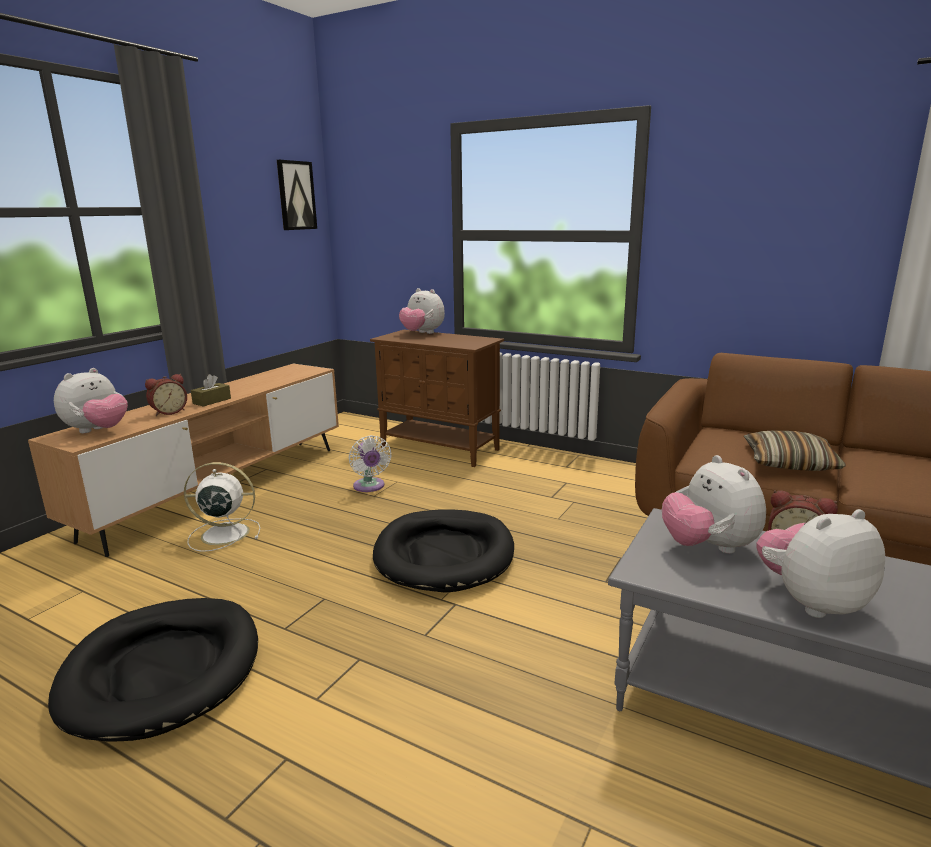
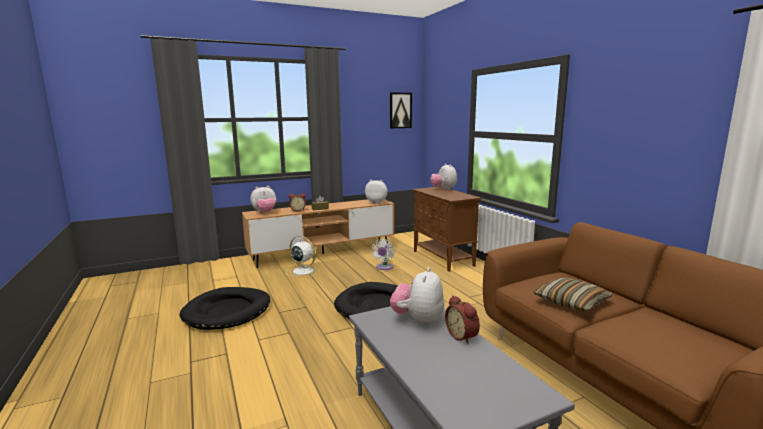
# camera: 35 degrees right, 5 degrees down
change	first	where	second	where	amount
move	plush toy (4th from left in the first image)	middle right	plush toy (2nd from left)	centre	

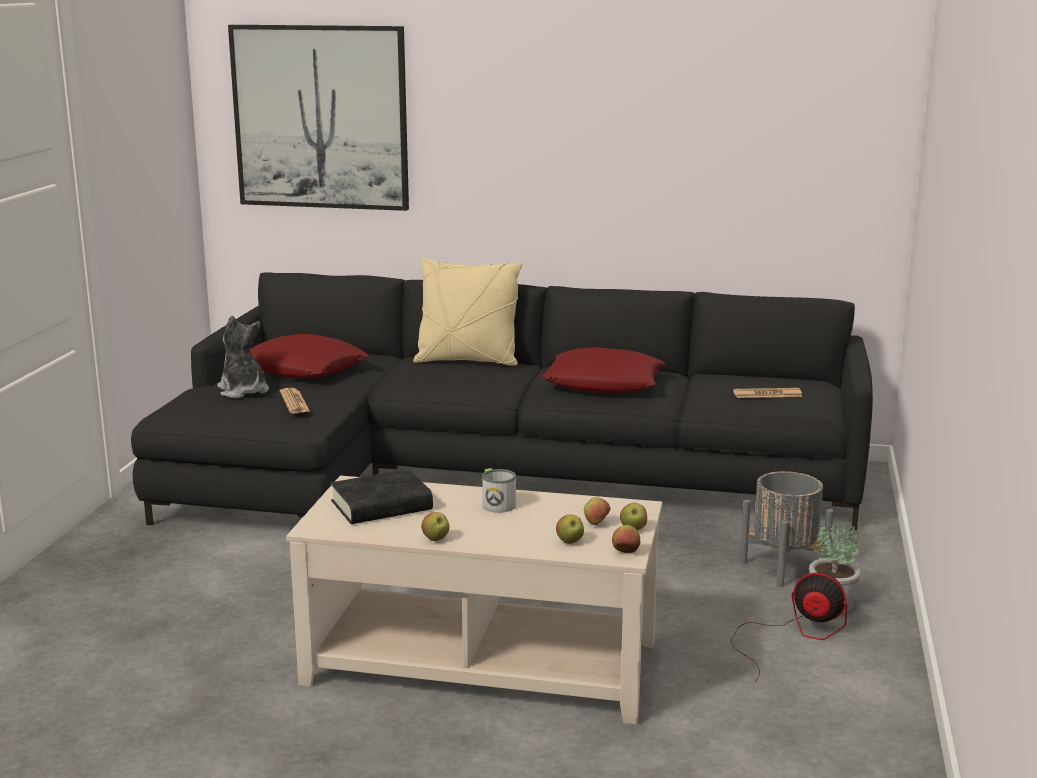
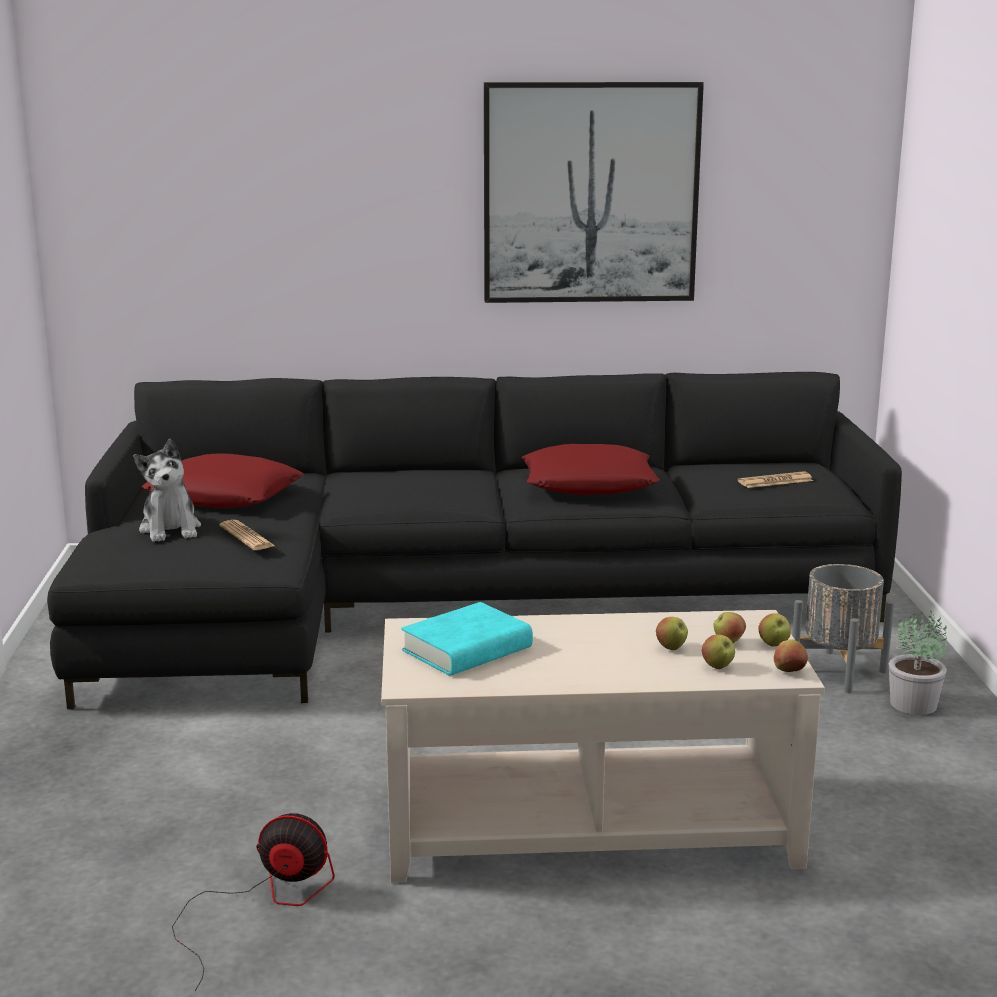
# camera: 15 degrees left, 0 degrees up
change	first	where	second	where	amount
move	picture	top left		top centre	
delete	beige-coloured pillow	centre			
rotate	plush toy	middle left		middle left	150 degrees counterclockwise
delete	tea mug	centre			
recolor	blackish book	centre	turquoise-coloured book	centre	
move	apple fruit (1st from left)	bottom centre		middle right	
move	electric fan	bottom right		bottom left	

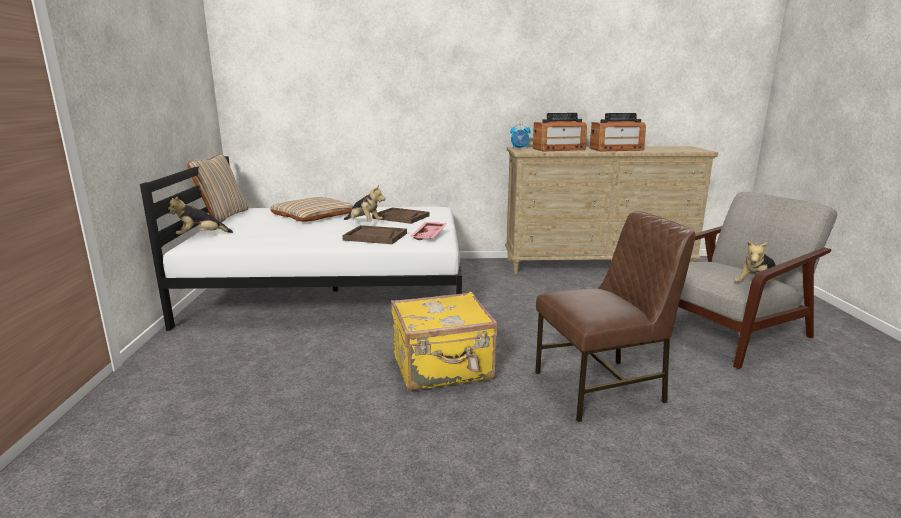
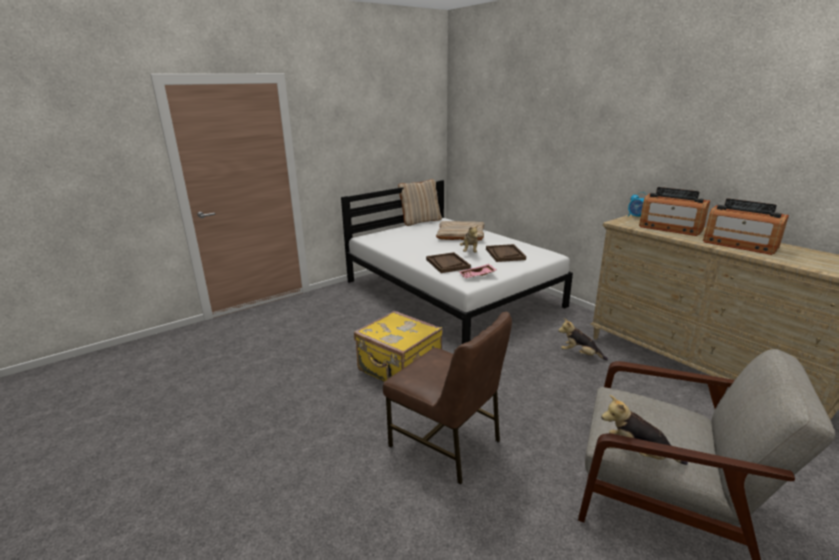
# camera: 55 degrees right, 5 degrees up
change	first	where	second	where	amount
move	plush toy (1st from left in the first image)	middle left	plush toy (2nd from left)	middle right	

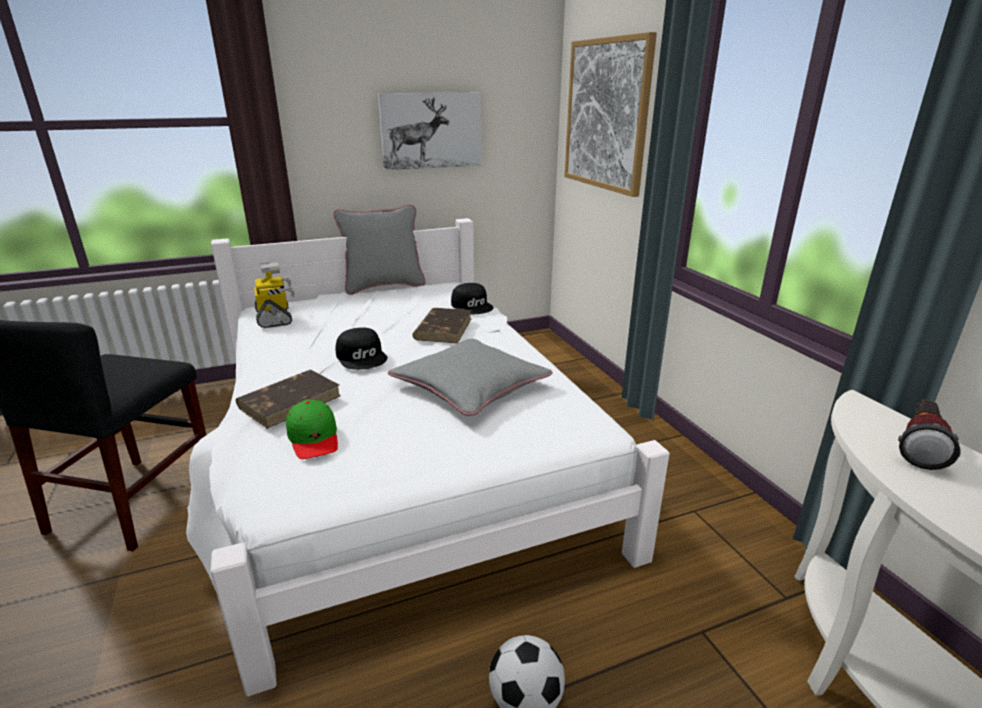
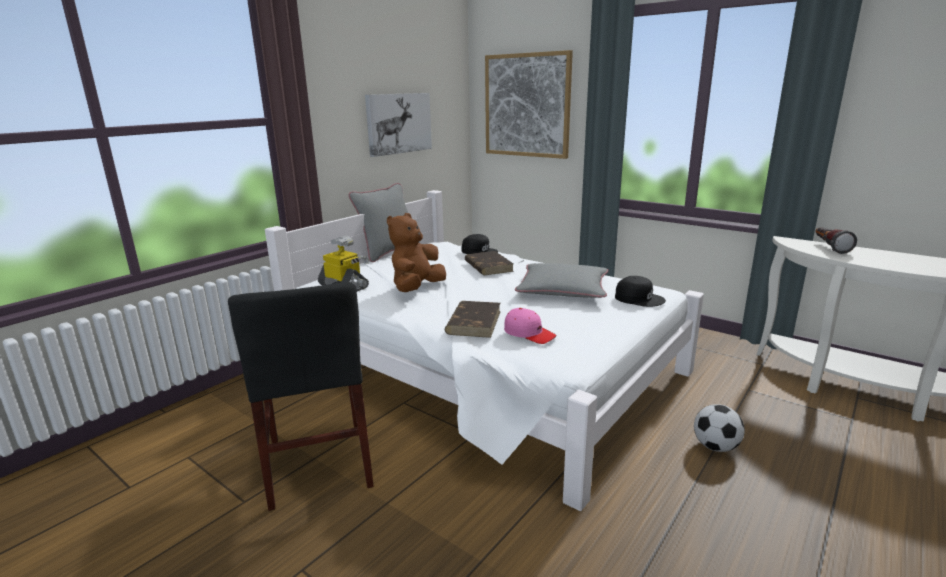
# camera: 30 degrees left, 5 degrees down
change	first	where	second	where	amount
move	blackish peaked cap (1st from left in the first image)	centre	blackish peaked cap (2nd from left)	middle right	
recolor	greenish peaked cap	middle left	pink peaked cap	centre	
insert			brown plush toy	centre	

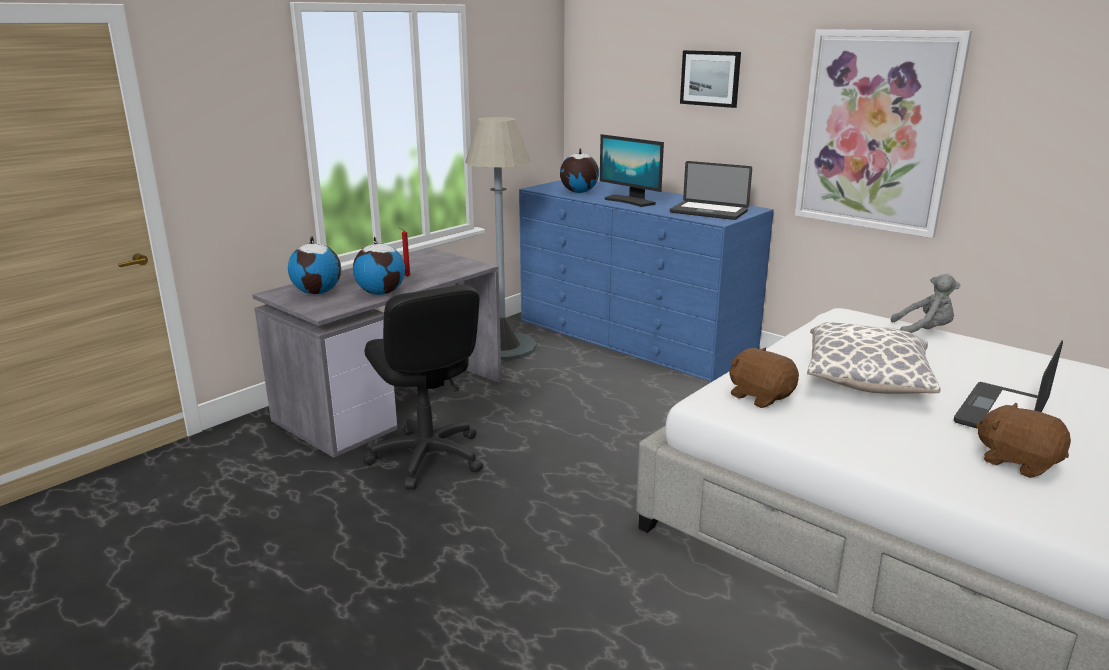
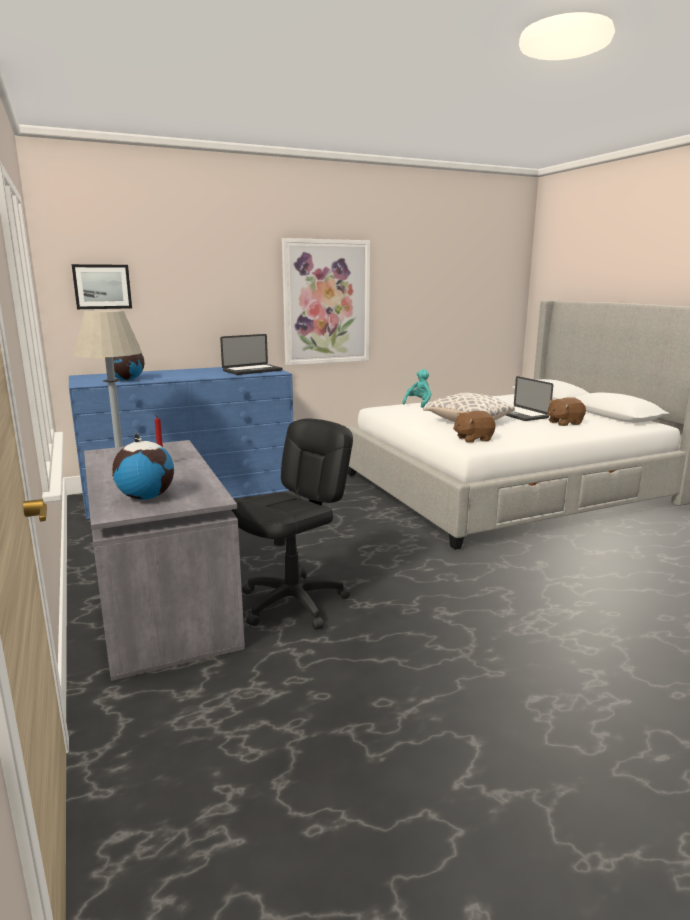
# camera: 65 degrees left, 5 degrees down
change	first	where	second	where	amount
move	picture (1st from left)	top centre		top left	
delete	computer display	top centre			
delete	desk globe (2nd from left)	centre			
recolor	gray plush toy	middle right	turquoise-coloured plush toy	centre	
rotate	blackish office chair	centre		centre	45 degrees counterclockwise

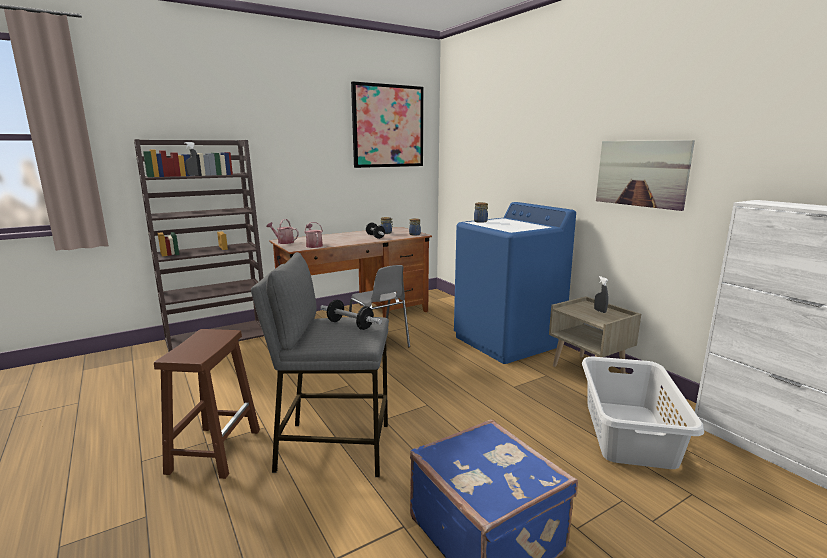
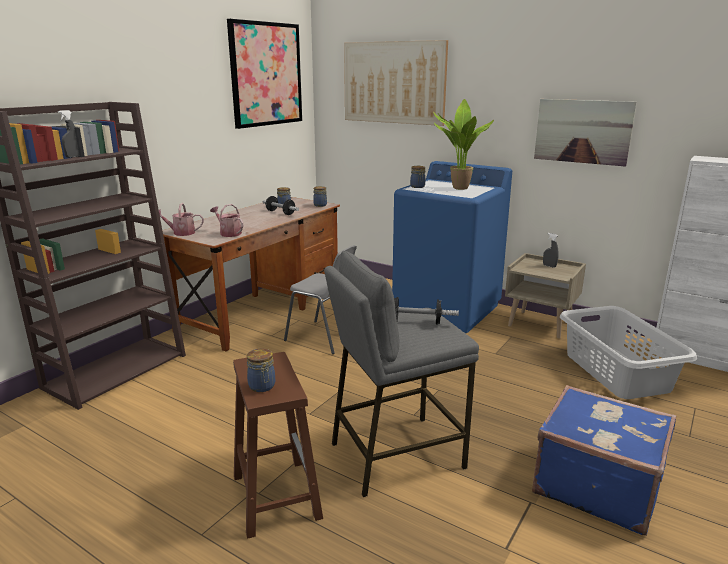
# camera: 25 degrees left, 5 degrees up
change	first	where	second	where	amount
insert			picture (2nd from left)	top centre	
insert			potted plant	top centre	
insert			jar (1st from left)	centre	

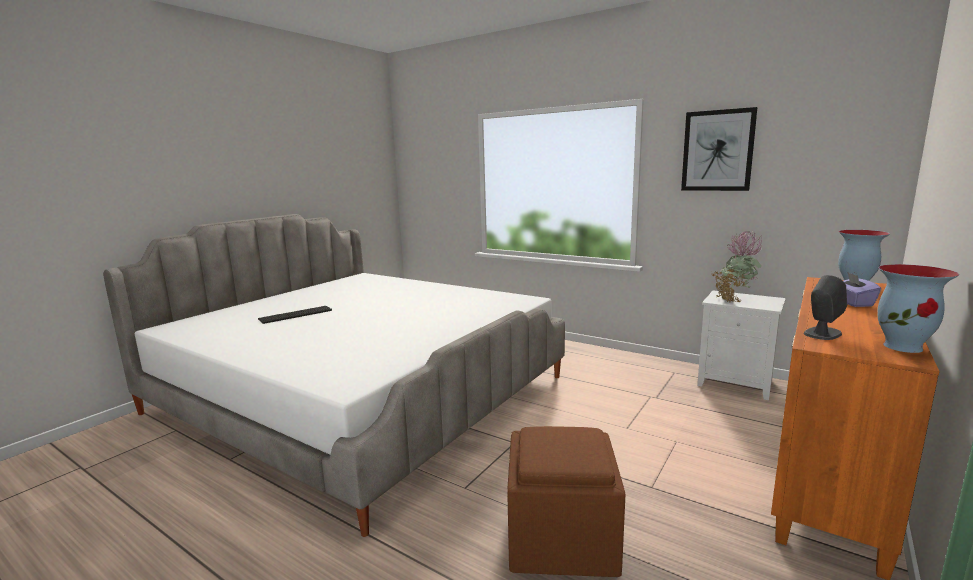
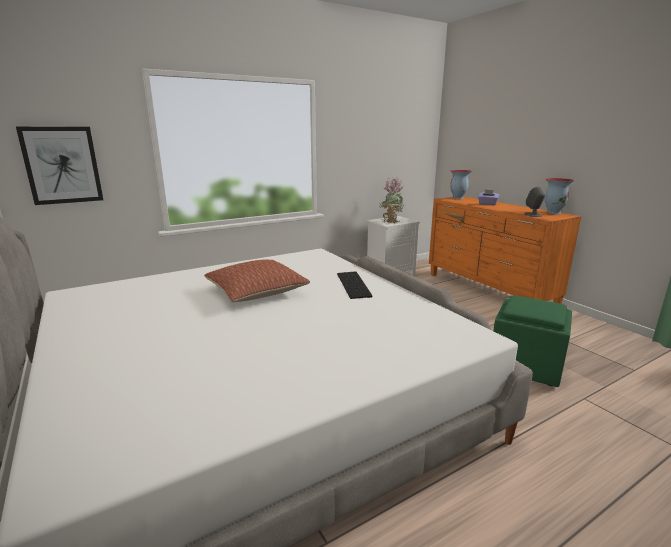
# camera: 65 degrees left, 5 degrees up
change	first	where	second	where	amount
move	picture	top right		top left	
move	PC keyboard	middle left		centre	
recolor	brown ottoman	bottom centre	greenish ottoman	middle right	
insert			pillow	centre	

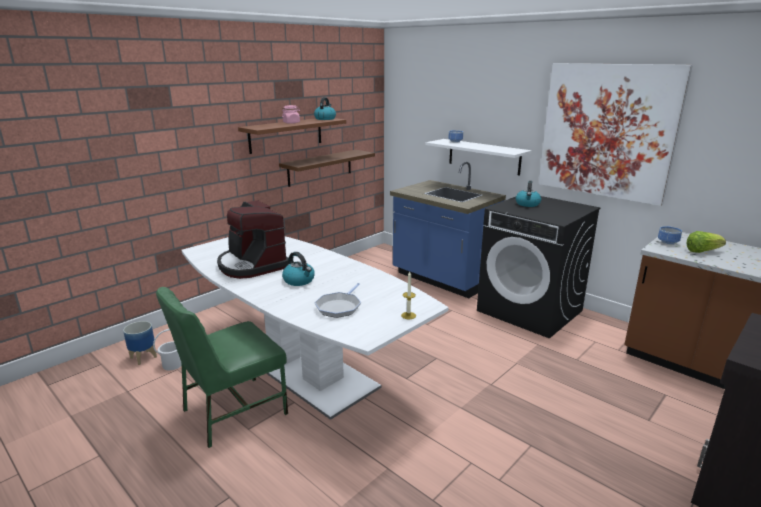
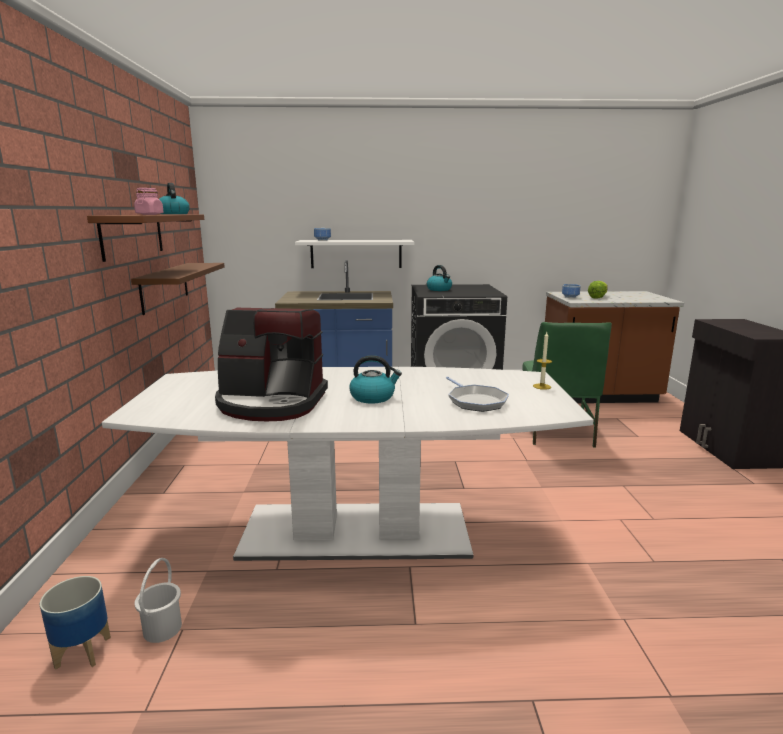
# camera: 45 degrees left, 5 degrees down
change	first	where	second	where	amount
delete	picture	top right			
move	greenish chair	bottom left		middle right	

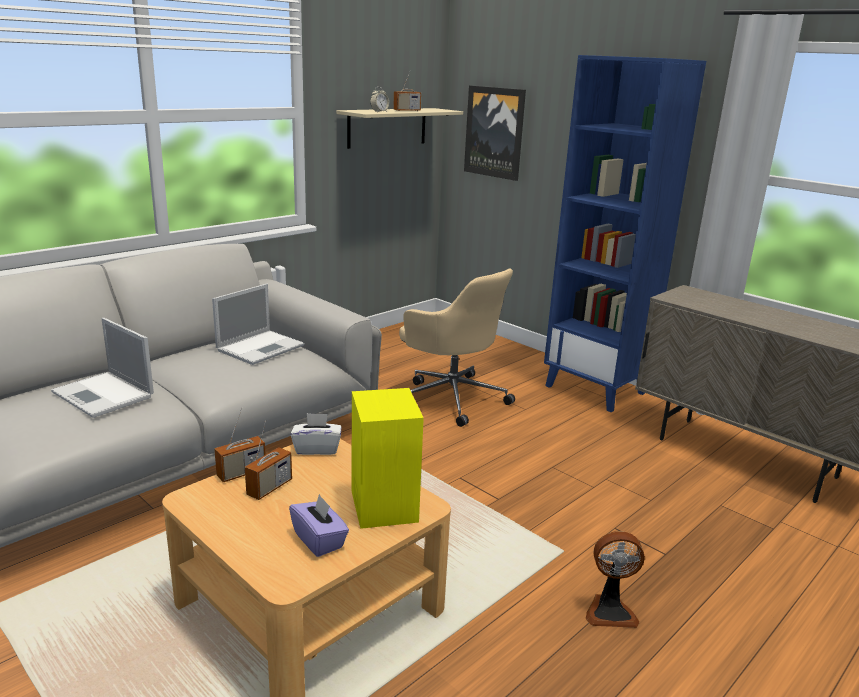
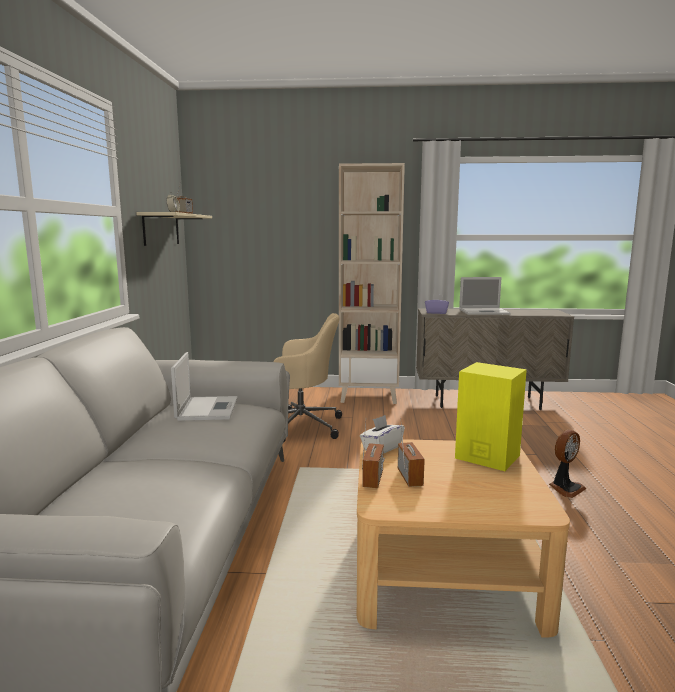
# camera: 40 degrees left, 10 degrees down
change	first	where	second	where	amount
recolor	blue-coloured shelving unit	middle right	beige-coloured shelving unit	centre	
delete	picture	top centre			
move	notebook computer (1st from left in the first image)	middle left	notebook computer (2nd from left)	middle right	
move	purple tissue box	bottom centre		centre	

